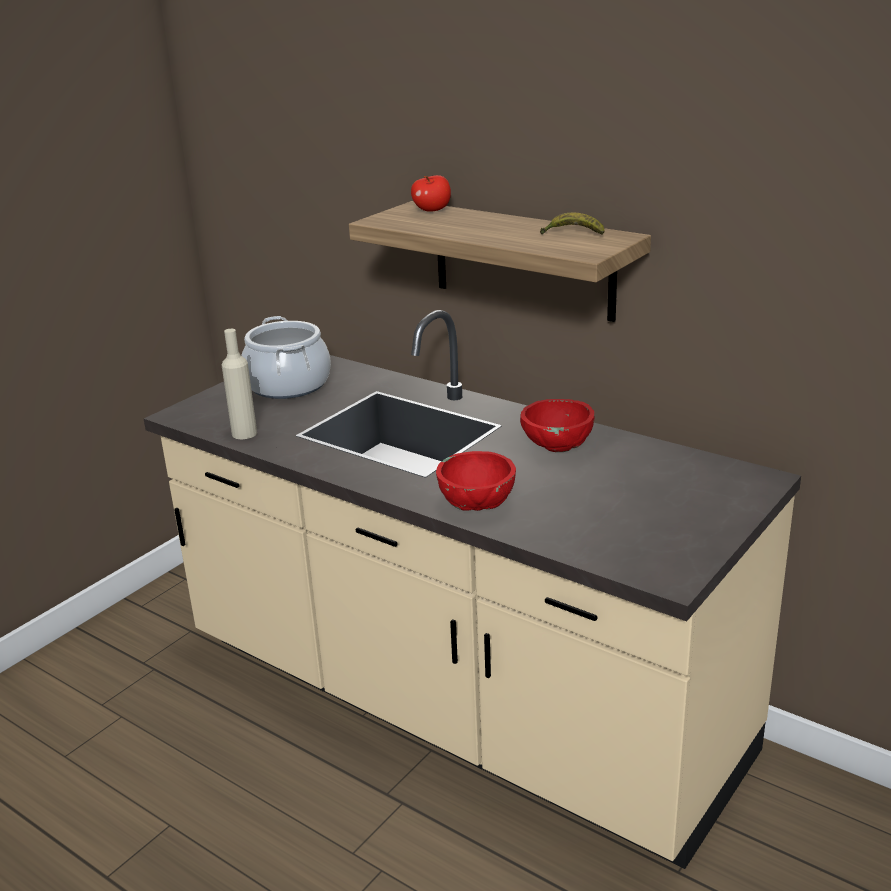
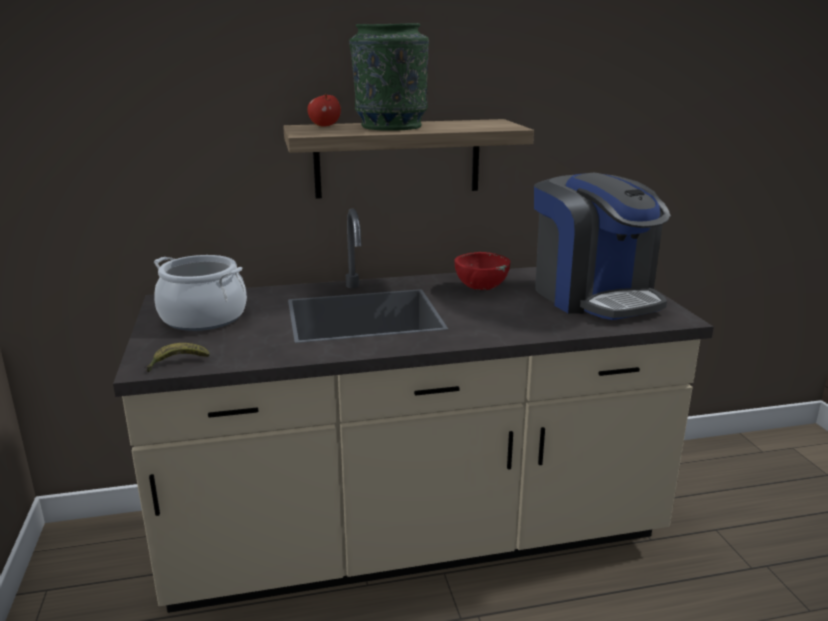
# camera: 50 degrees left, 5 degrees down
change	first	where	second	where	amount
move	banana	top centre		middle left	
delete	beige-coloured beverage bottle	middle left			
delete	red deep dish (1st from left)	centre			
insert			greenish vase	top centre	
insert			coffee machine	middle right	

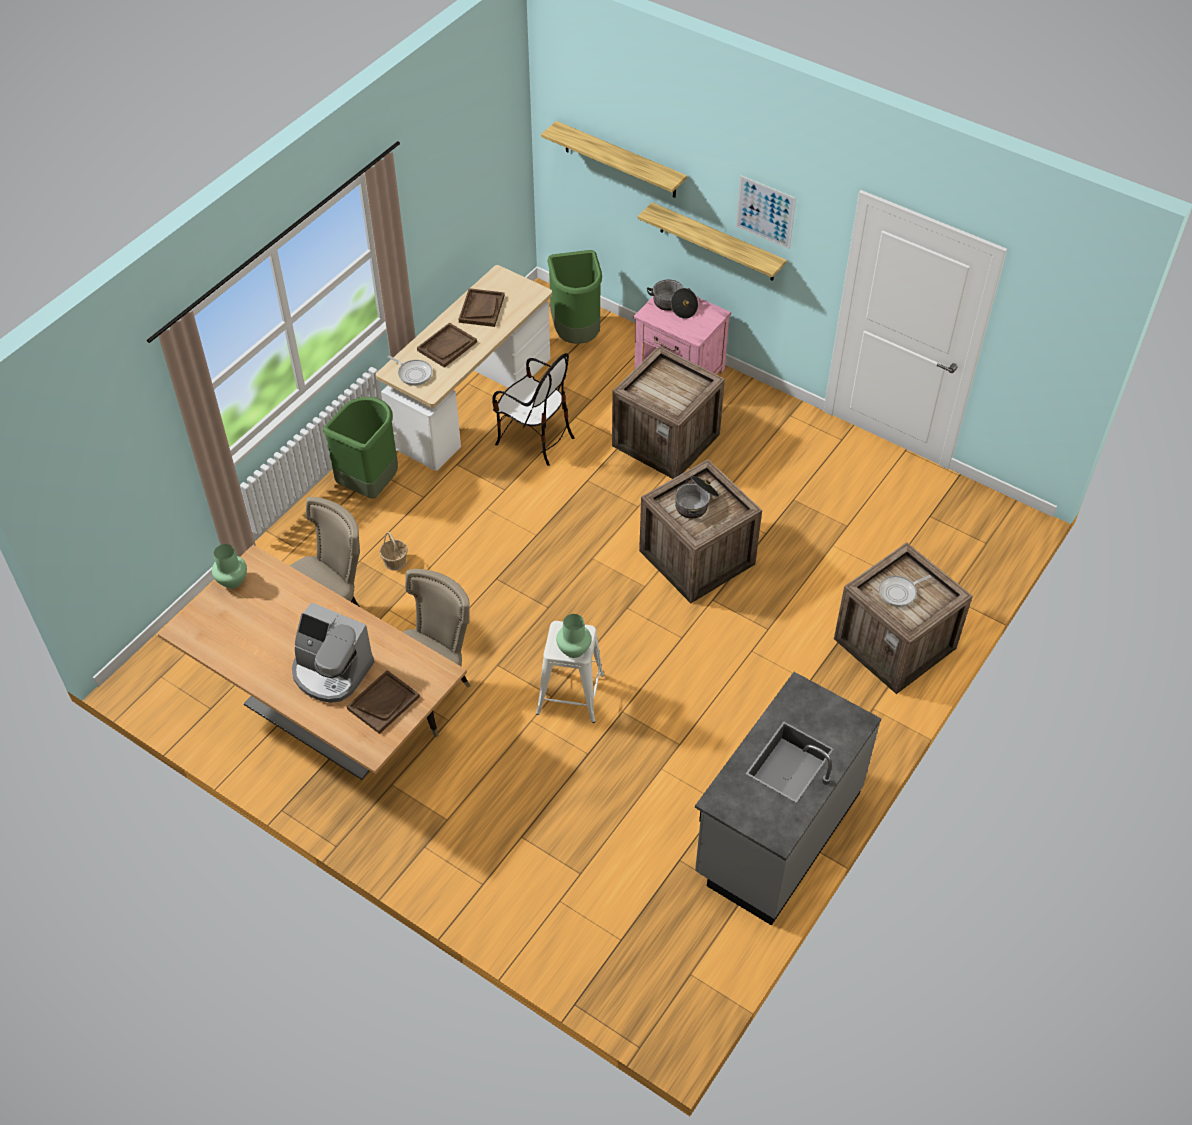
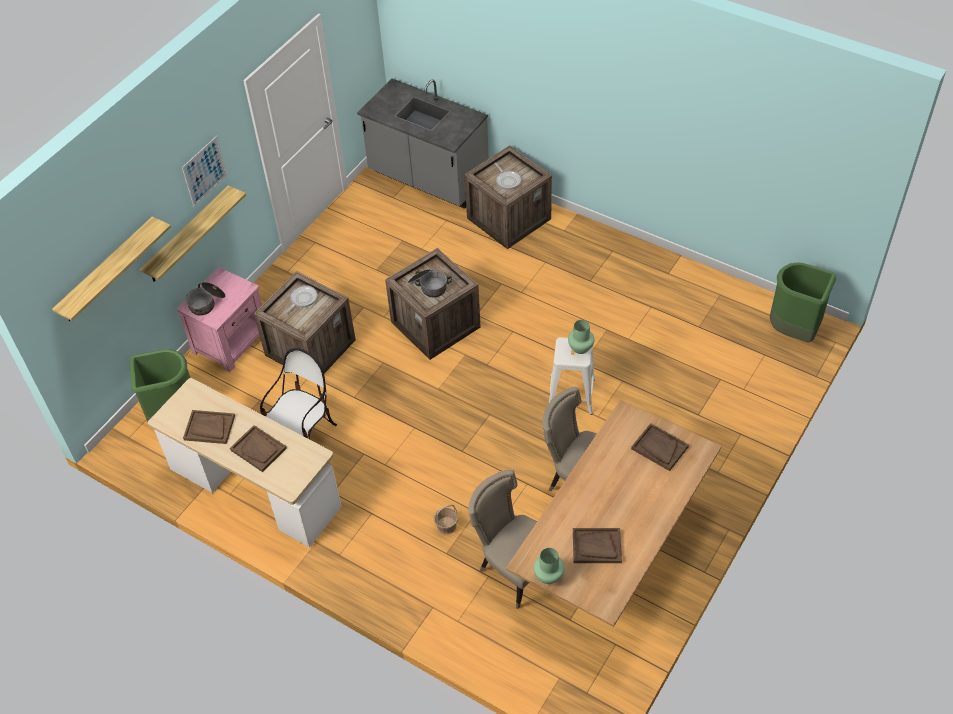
# camera: 90 degrees left, 0 degrees up
change	first	where	second	where	amount
move	skillet (1st from left)	top centre		middle left	
move	greenish waste bin (1st from left in the first image)	middle left	greenish waste bin (2nd from left)	middle right	
delete	coffee machine	middle left			
move	gray kitchen base unit	bottom centre		top centre	
insert			brown serving tray (3rd from left)	bottom centre	

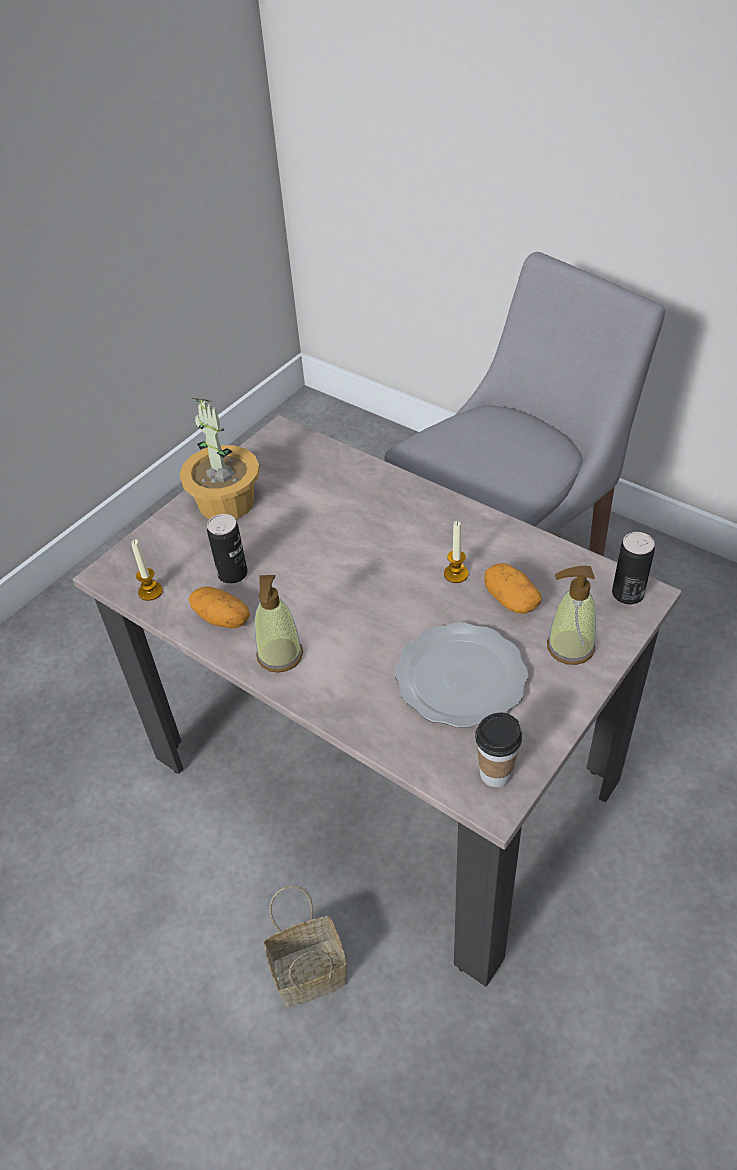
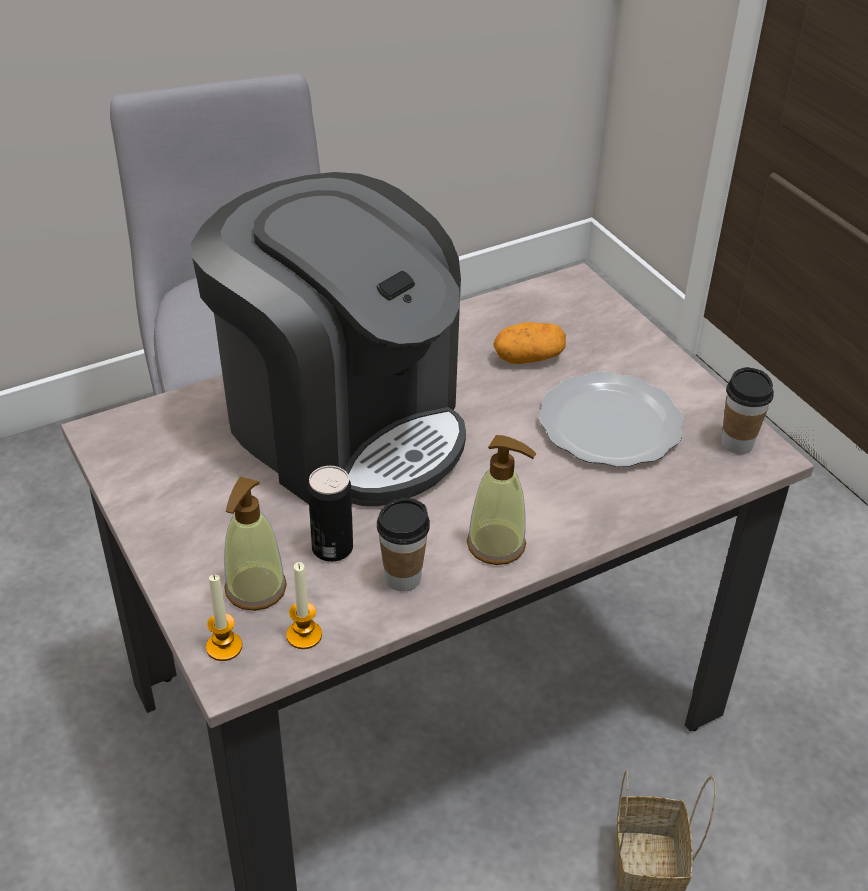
# camera: 70 degrees left, 5 degrees down
change	first	where	second	where	amount
delete	potted plant	middle left			
move	candle (2nd from left in the first image)	centre	candle (1st from left)	bottom left	
delete	metal can (2nd from left)	middle right			
move	soap bottle (2nd from left in the first image)	middle right	soap bottle (1st from left)	middle left	
replace	potato (1st from left)	middle left	cup (1st from left)	centre	
insert			coffee machine	centre	

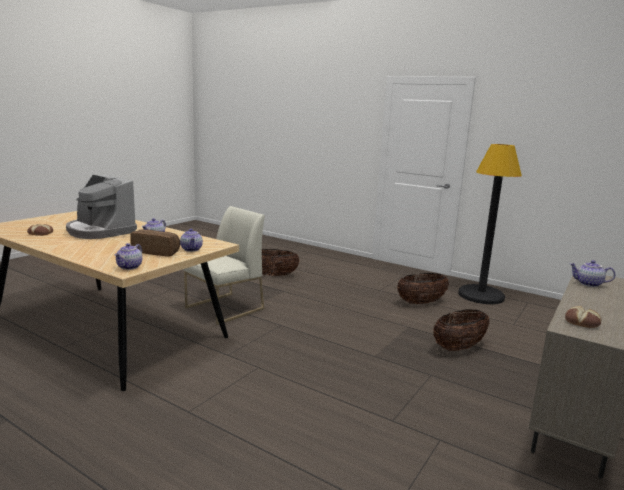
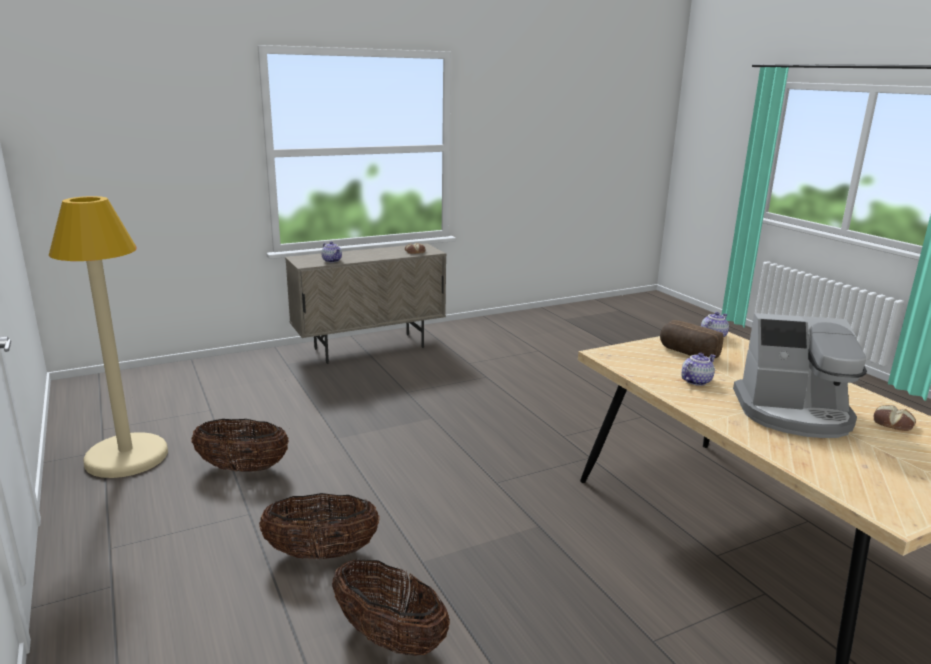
# camera: 150 degrees left, 5 degrees up
change	first	where	second	where	amount
recolor	blackish standing lamp	middle right	beige-coloured standing lamp	middle left	
rotate	coffee machine	middle left		middle right	120 degrees clockwise
delete	whitish chair	centre			
delete	tea pot (3rd from left)	middle left			
move	basket (3rd from left in the first image)	bottom right	basket (2nd from left)	bottom centre	

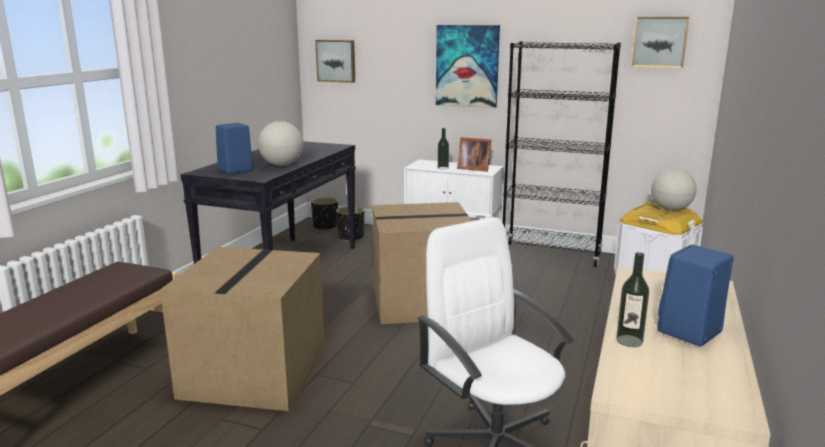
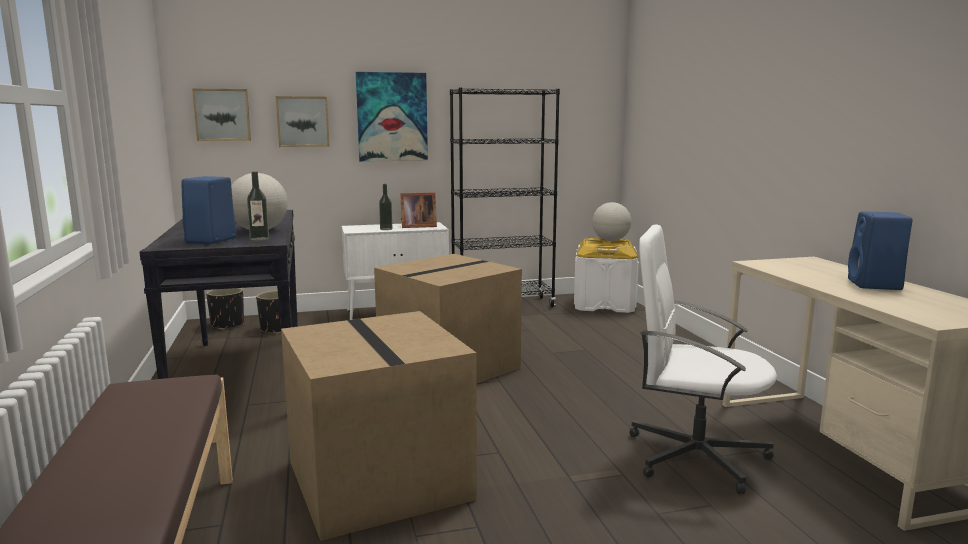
# camera: 35 degrees left, 5 degrees down
change	first	where	second	where	amount
move	picture (3rd from left in the first image)	top right	picture (2nd from left)	top left	
move	beverage bottle (2nd from left in the first image)	bottom right	beverage bottle (1st from left)	middle left	

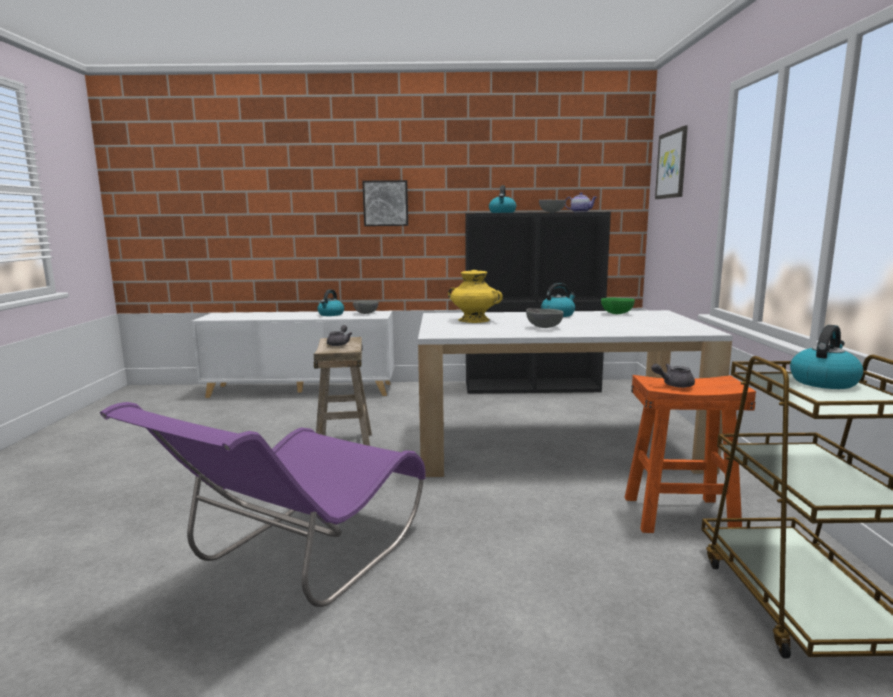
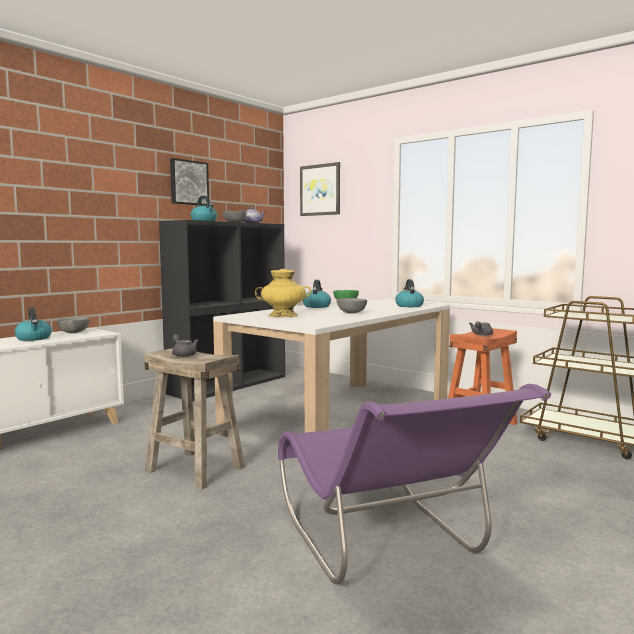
# camera: 50 degrees left, 5 degrees down
change	first	where	second	where	amount
move	picture (1st from left)	top centre		top left	
move	water kettle (4th from left)	middle right		centre	

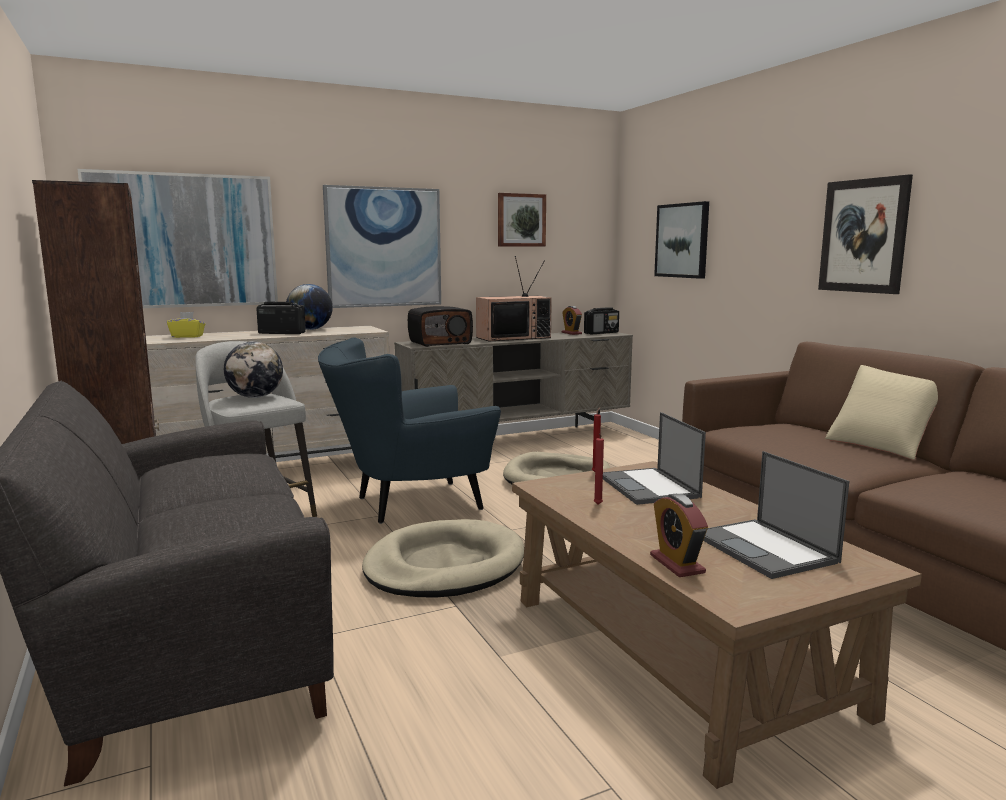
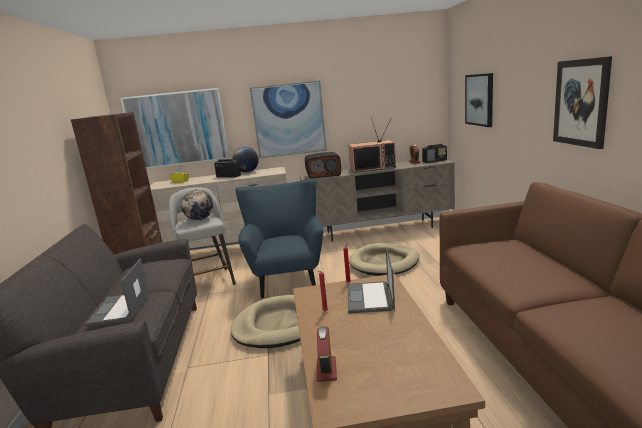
# camera: 20 degrees right, 5 degrees up
change	first	where	second	where	amount
delete	picture (3rd from left)	top centre			
rotate	blue-coloured armchair	centre		centre	90 degrees clockwise
delete	beige-coloured pillow	middle right			
move	notebook computer (2nd from left in the first image)	middle right	notebook computer (1st from left)	bottom left	

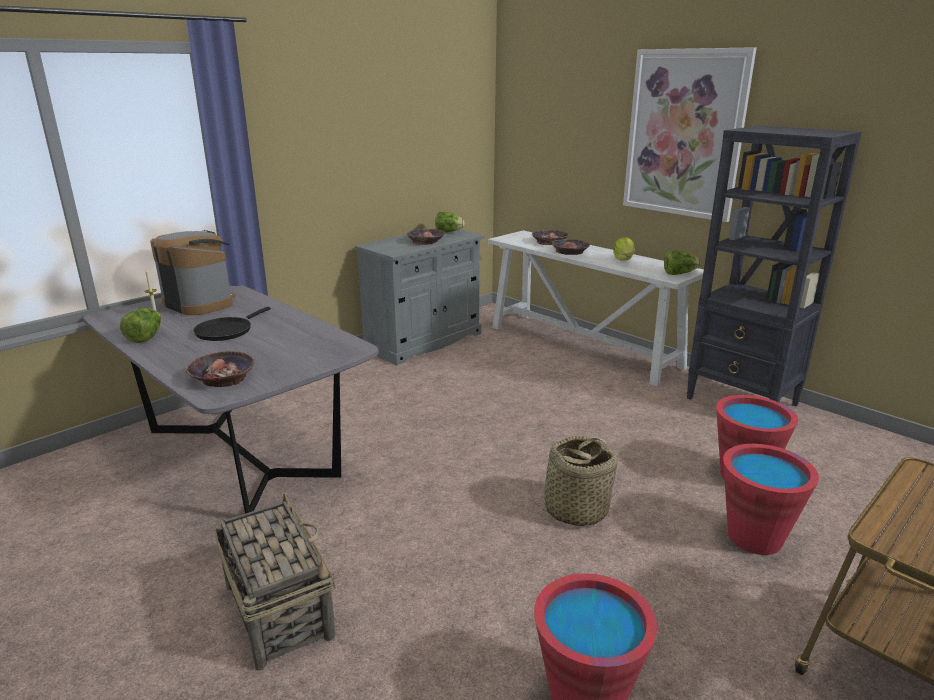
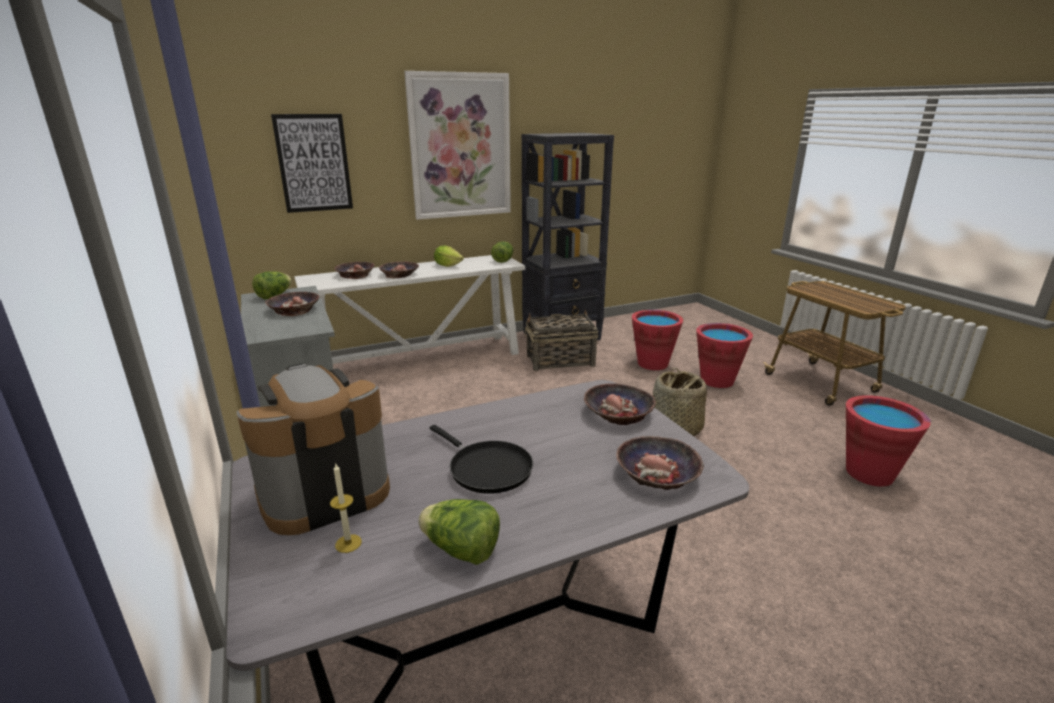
# camera: 70 degrees left, 0 degrees up
change	first	where	second	where	amount
move	basket (1st from left)	bottom left		centre	
insert			picture (1st from left)	top left	
insert			deep dish (4th from left)	centre	

